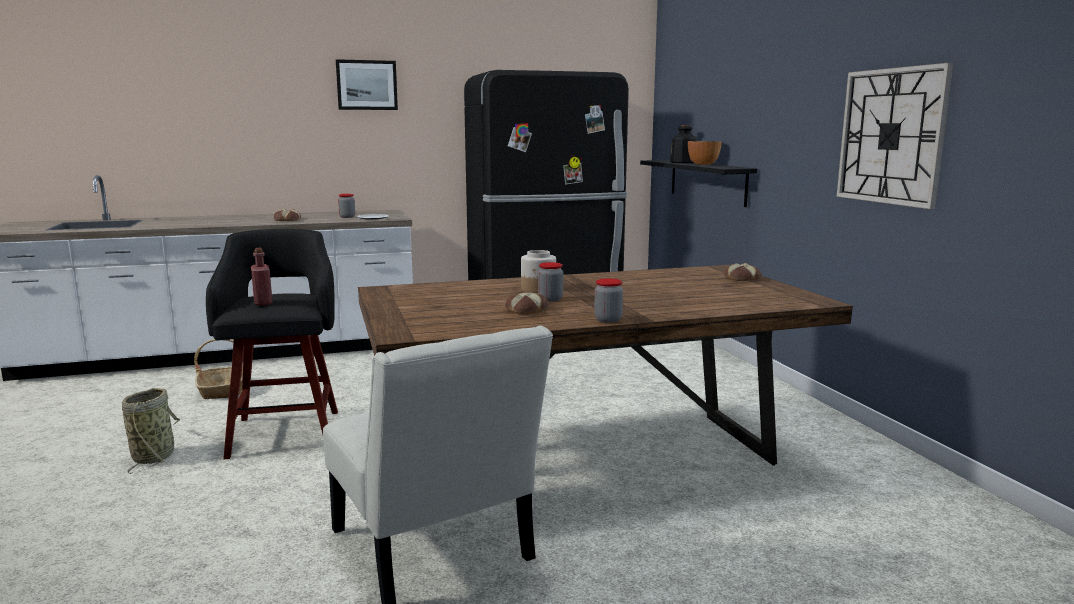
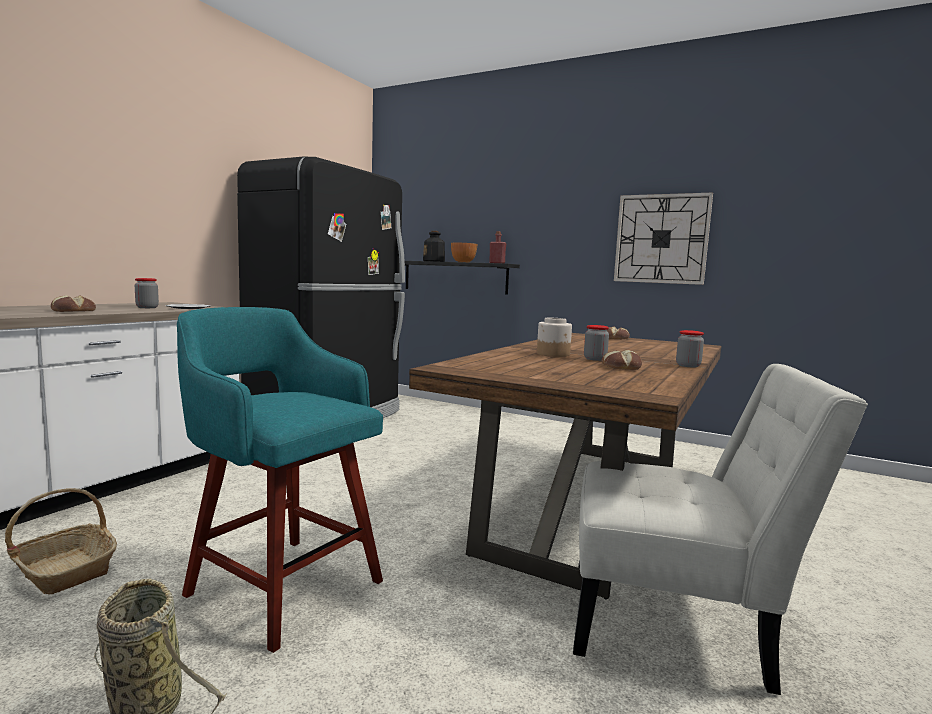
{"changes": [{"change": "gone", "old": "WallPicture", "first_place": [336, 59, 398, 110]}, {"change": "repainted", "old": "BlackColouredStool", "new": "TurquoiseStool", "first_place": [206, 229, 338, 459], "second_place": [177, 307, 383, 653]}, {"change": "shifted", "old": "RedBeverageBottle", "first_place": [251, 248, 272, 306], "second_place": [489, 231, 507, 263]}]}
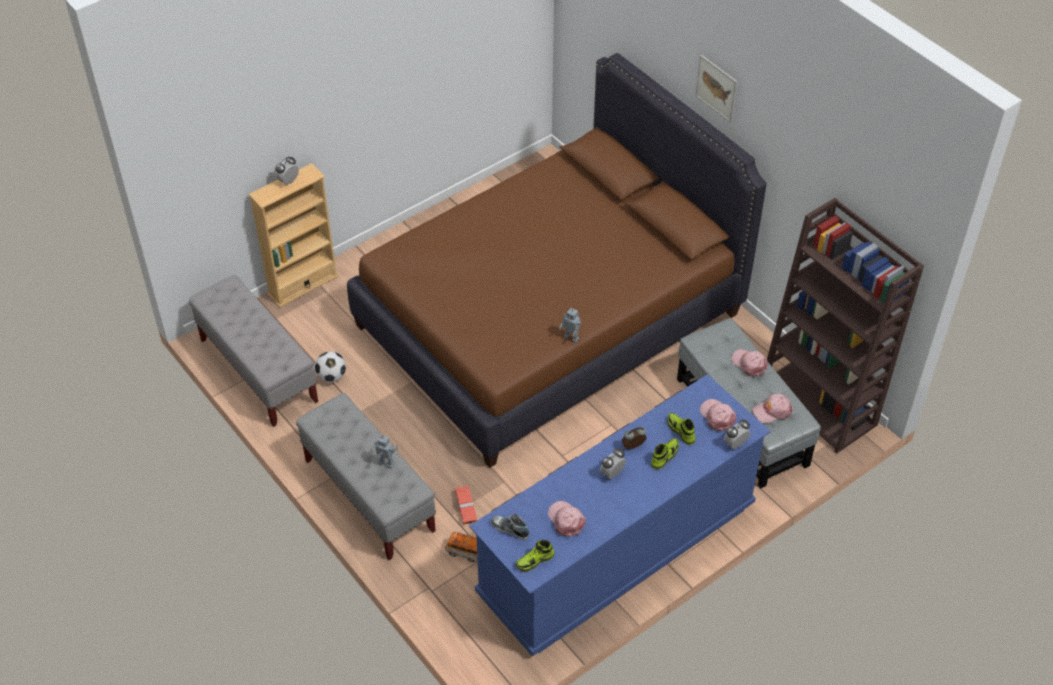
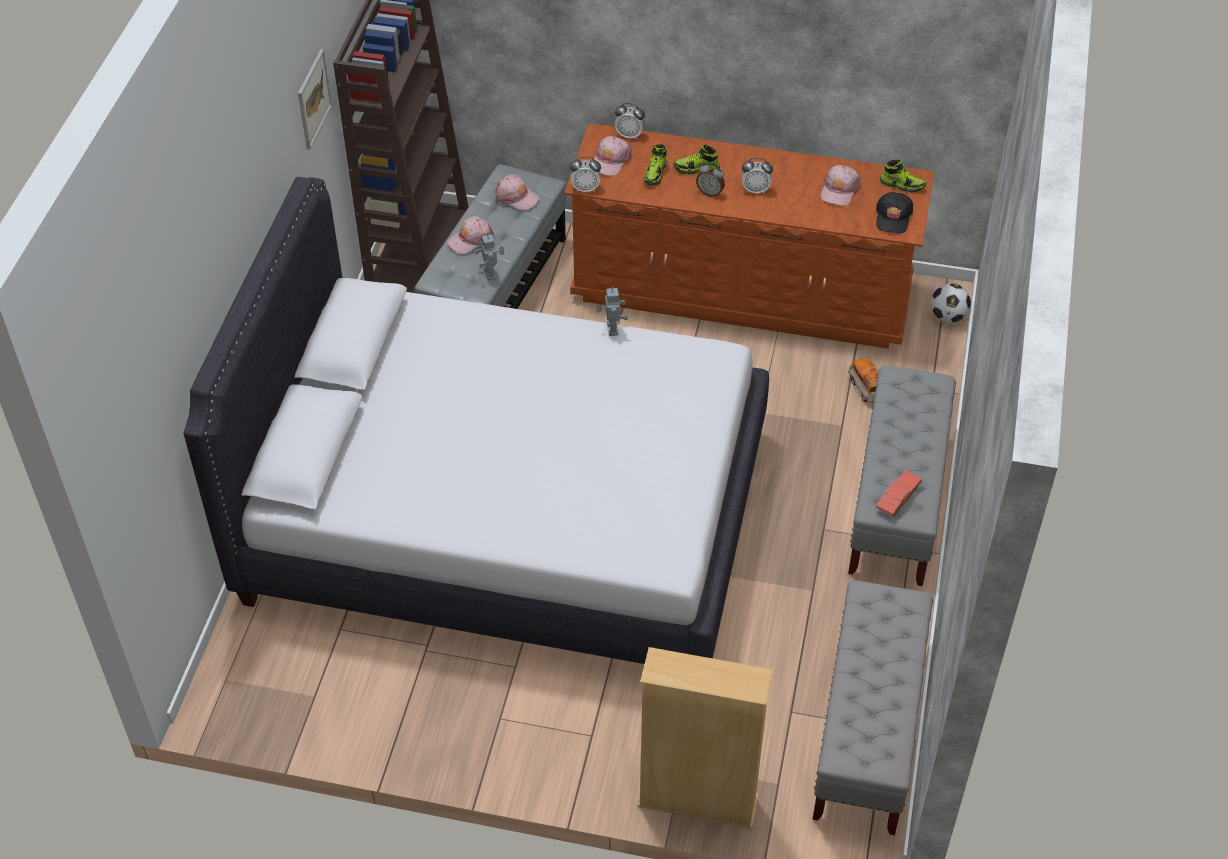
{"changes": [{"change": "repainted", "old": "BrownishBedroomBed", "new": "WhiteBedroomBed", "first_place": [347, 53, 767, 468], "second_place": [184, 177, 769, 664]}, {"change": "shifted", "old": "WallPicture", "first_place": [696, 55, 737, 123], "second_place": [298, 49, 332, 150]}, {"change": "shifted", "old": "AlarmClock", "first_place": [275, 157, 299, 185], "second_place": [570, 157, 601, 192]}, {"change": "rotated", "old": "PinkBaseballCap", "first_place": [731, 349, 768, 377], "second_place": [447, 216, 494, 254], "degrees": 45}, {"change": "shifted", "old": "FootballBall", "first_place": [315, 351, 346, 382], "second_place": [930, 283, 971, 323]}, {"change": "repainted", "old": "BlueColouredDrawerChest", "new": "BrownishDrawerChest", "first_place": [469, 374, 771, 656], "second_place": [564, 123, 934, 349]}, {"change": "shifted", "old": "RobotFigure", "first_place": [374, 435, 398, 468], "second_place": [474, 233, 504, 281]}, {"change": "shifted", "old": "RedModelCar", "first_place": [455, 486, 477, 524], "second_place": [876, 470, 922, 516]}, {"change": "swapped", "old": "Shoe", "new": "BlackColouredBaseballCap", "first_place": [491, 514, 529, 540], "second_place": [876, 192, 913, 234]}]}
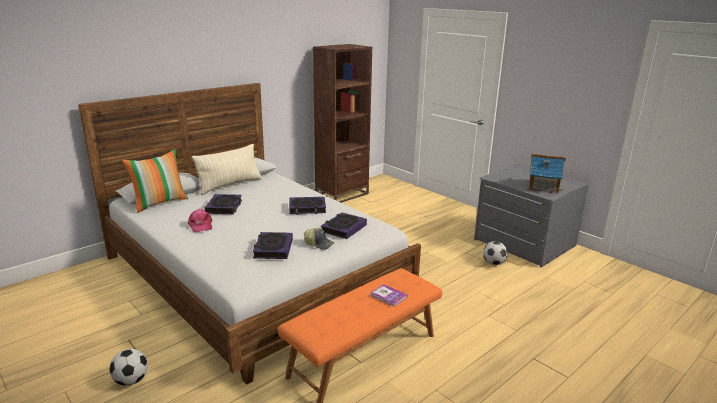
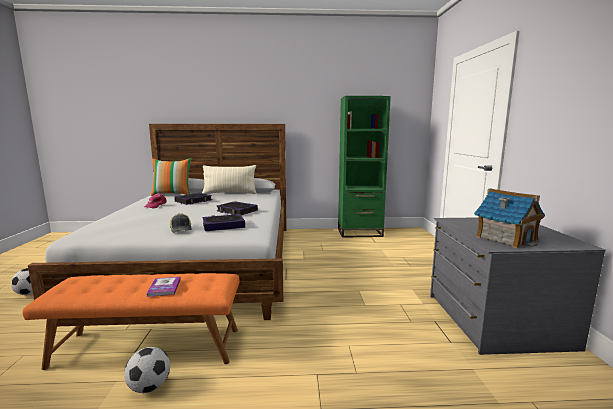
{"changes": [{"change": "repainted", "old": "BrownishBookshelf", "new": "GreenBookshelf", "first_place": [313, 44, 372, 203], "second_place": [338, 96, 391, 238]}, {"change": "gone", "old": "BoundBook", "first_place": [253, 232, 293, 259]}, {"change": "shifted", "old": "FootballBall", "first_place": [483, 241, 508, 265], "second_place": [124, 347, 170, 393]}]}
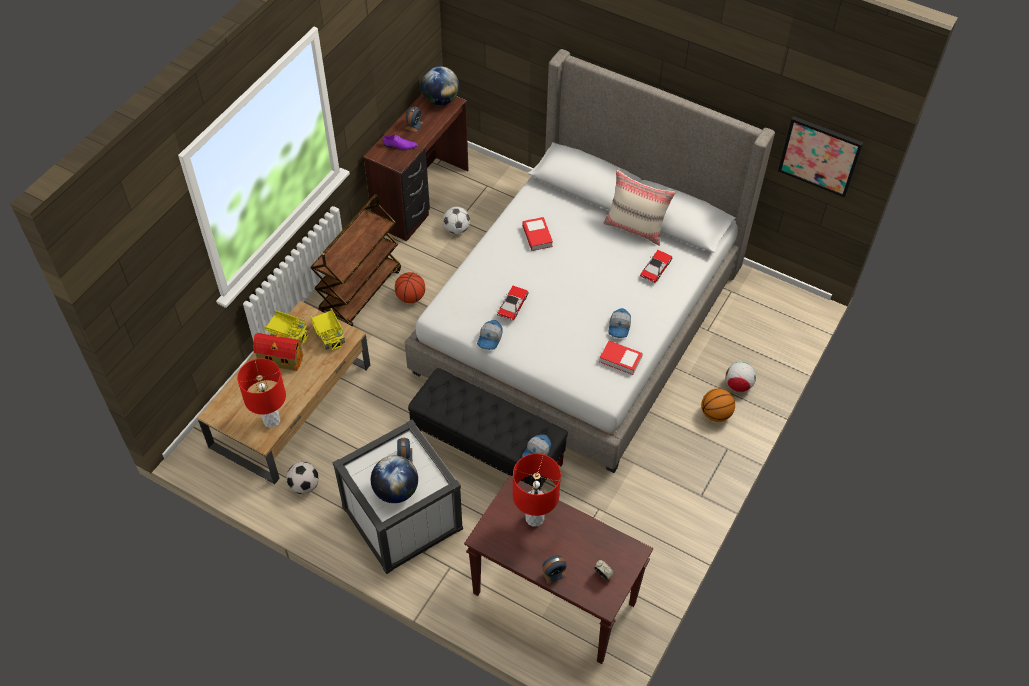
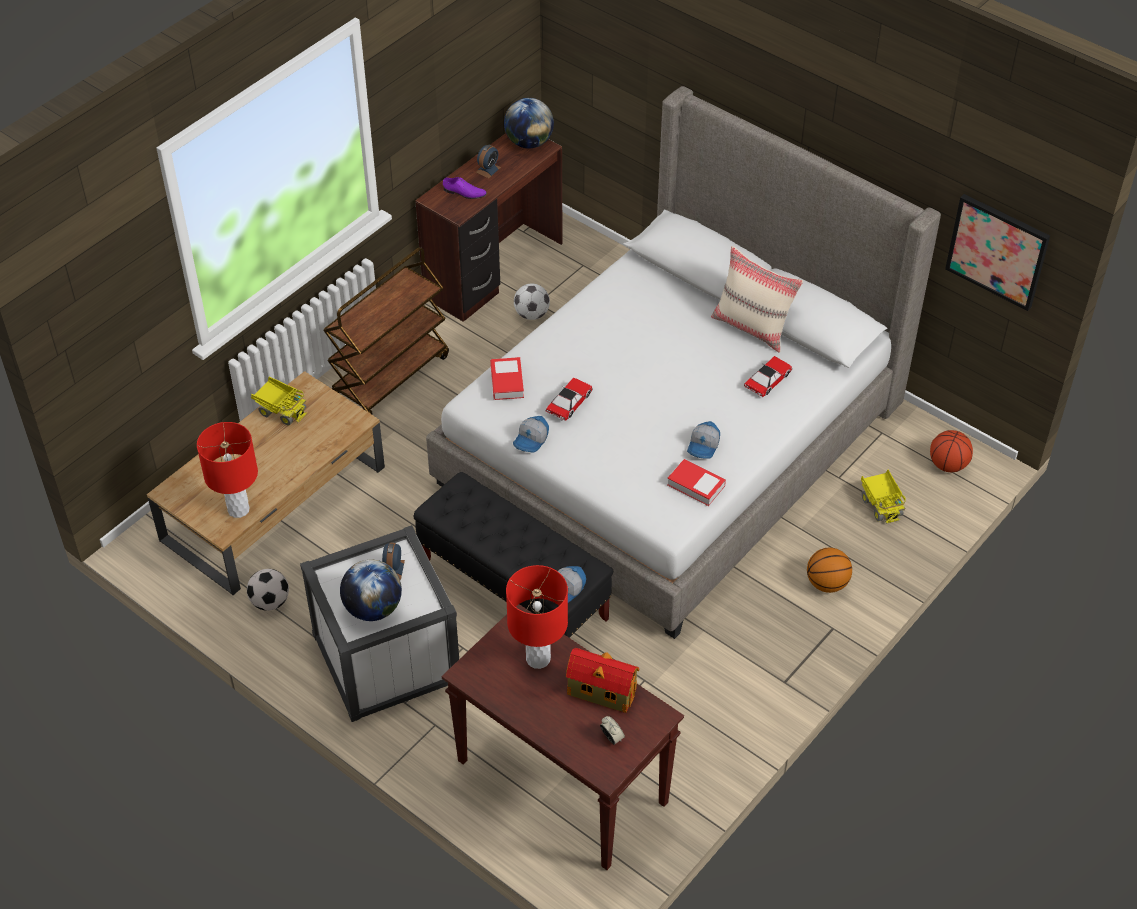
{"changes": [{"change": "shifted", "old": "BoundBook", "first_place": [522, 217, 553, 251], "second_place": [490, 357, 524, 400]}, {"change": "shifted", "old": "Basketball", "first_place": [395, 272, 425, 303], "second_place": [930, 430, 973, 472]}, {"change": "shifted", "old": "ToyLorry", "first_place": [311, 308, 345, 351], "second_place": [861, 470, 906, 523]}, {"change": "shifted", "old": "ModelHouse", "first_place": [253, 333, 303, 371], "second_place": [566, 648, 639, 713]}, {"change": "gone", "old": "FootballBall", "first_place": [726, 362, 756, 392]}, {"change": "gone", "old": "AlarmClock", "first_place": [541, 555, 567, 584]}]}
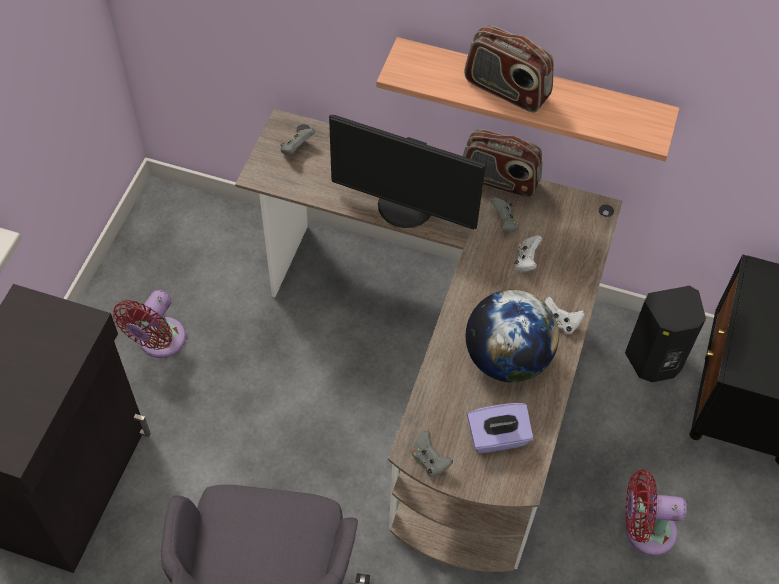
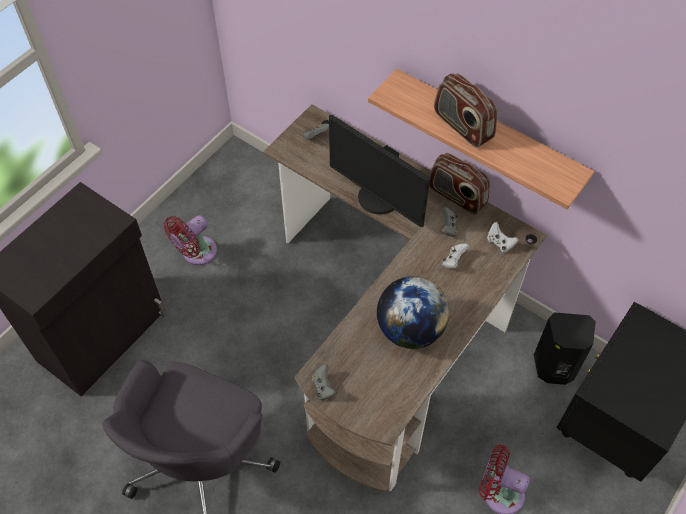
{"changes": [{"change": "shifted", "old": "WhiteGameController", "first_place": [545, 296, 585, 334], "second_place": [487, 222, 519, 253]}, {"change": "gone", "old": "PurpleTissueHolder", "first_place": [467, 403, 533, 453]}]}
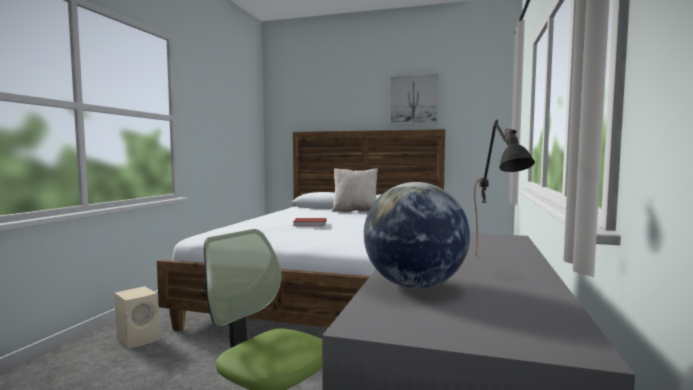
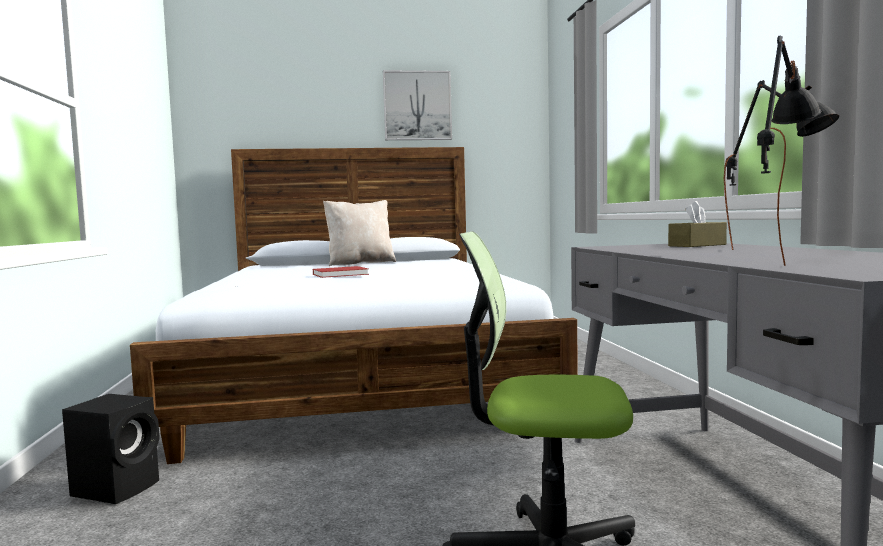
{"changes": [{"change": "swapped", "old": "DeskGlobe", "new": "BlackColouredLampForATable", "first_place": [364, 182, 470, 289], "second_place": [757, 35, 821, 266]}, {"change": "repainted", "old": "SandColouredSpeaker", "new": "BlackColouredSpeaker", "first_place": [114, 286, 159, 349], "second_place": [62, 394, 160, 504]}, {"change": "new", "new": "BrownishTissueHolder", "second_place": [668, 201, 727, 247]}]}
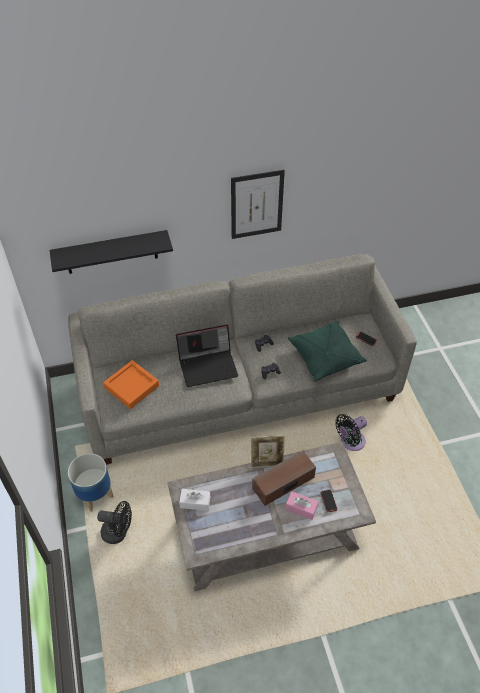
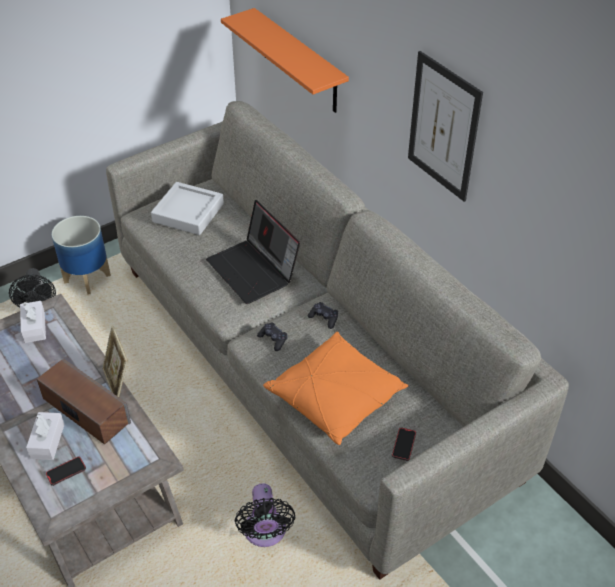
{"changes": [{"change": "repainted", "old": "BlackColouredBracketShelf", "new": "OrangeyBracketShelf", "first_place": [50, 230, 173, 274], "second_place": [221, 8, 349, 113]}, {"change": "repainted", "old": "GreenCushion", "new": "OrangeyCushion", "first_place": [288, 321, 367, 382], "second_place": [263, 331, 409, 445]}, {"change": "repainted", "old": "OrangeyTray", "new": "GreyTray", "first_place": [103, 360, 159, 409], "second_place": [151, 182, 224, 235]}, {"change": "rotated", "old": "BlackColouredCoolingFan", "first_place": [335, 414, 367, 451], "second_place": [235, 483, 296, 547], "degrees": -135}, {"change": "repainted", "old": "PinkTissueHolder", "new": "WhiteTissueHolder", "first_place": [286, 491, 318, 520], "second_place": [26, 412, 64, 460]}]}
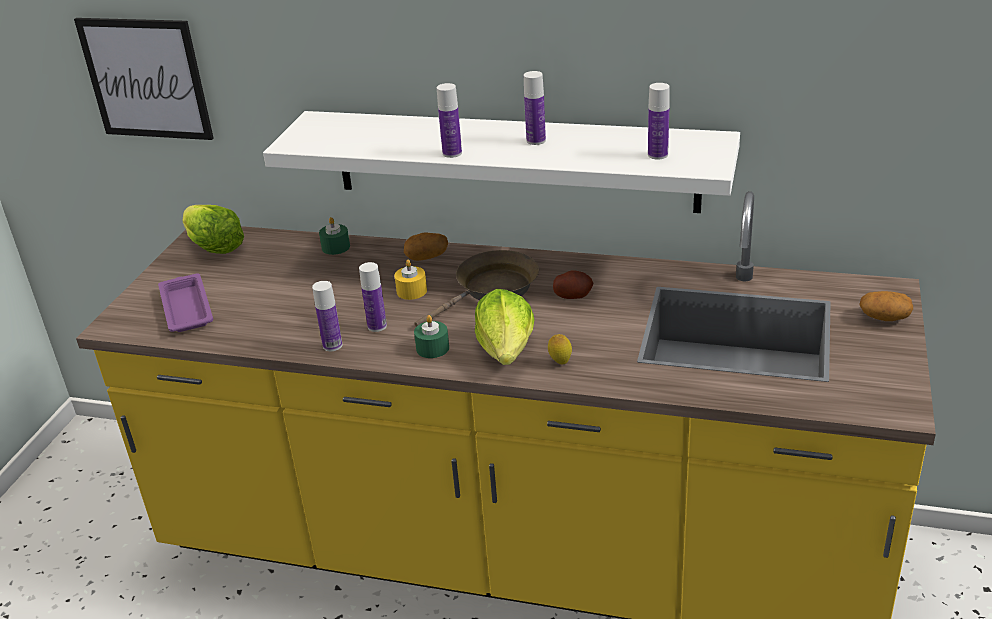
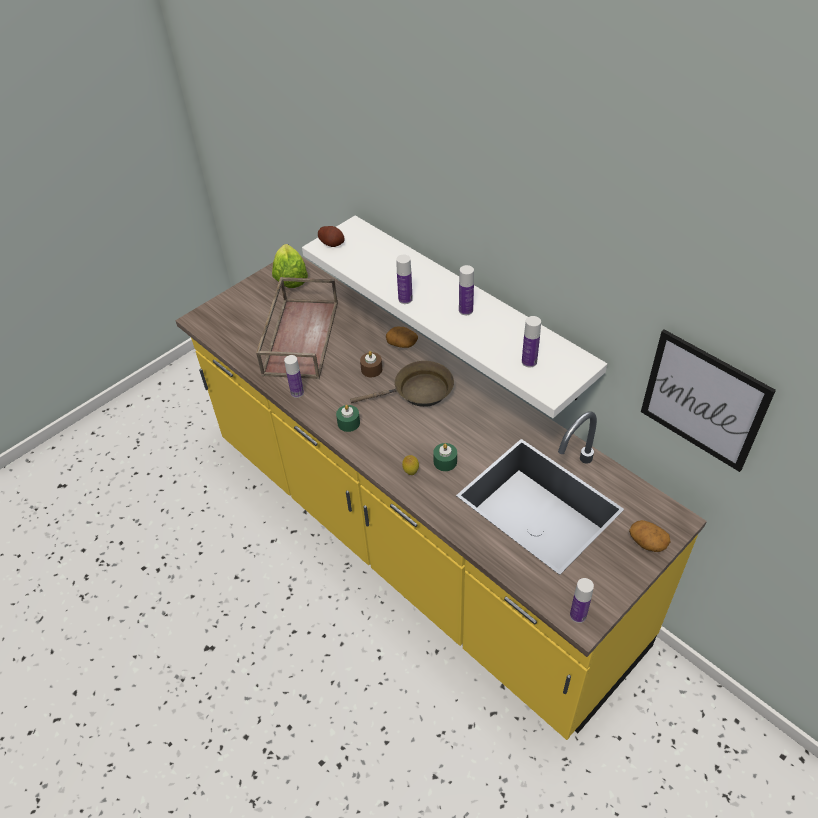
{"changes": [{"change": "shifted", "old": "WallPicture", "first_place": [74, 18, 213, 140], "second_place": [641, 329, 776, 472]}, {"change": "shifted", "old": "GreenCandle", "first_place": [319, 217, 350, 255], "second_place": [433, 443, 457, 471]}, {"change": "repainted", "old": "YellowCandle", "new": "BrownishCandle", "first_place": [394, 260, 427, 300], "second_place": [360, 351, 382, 377]}, {"change": "shifted", "old": "BeverageBottle", "first_place": [359, 262, 387, 332], "second_place": [570, 578, 594, 623]}, {"change": "shifted", "old": "Potato", "first_place": [553, 270, 594, 299], "second_place": [318, 226, 345, 247]}, {"change": "gone", "old": "PurpleTray", "first_place": [158, 274, 213, 332]}, {"change": "gone", "old": "Lettuce", "first_place": [475, 289, 534, 365]}, {"change": "new", "new": "BrownishTray", "second_place": [256, 277, 338, 379]}]}
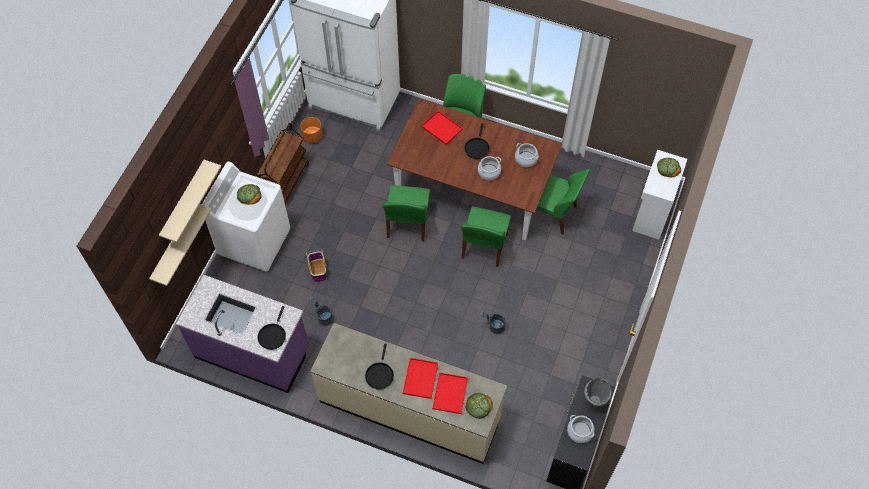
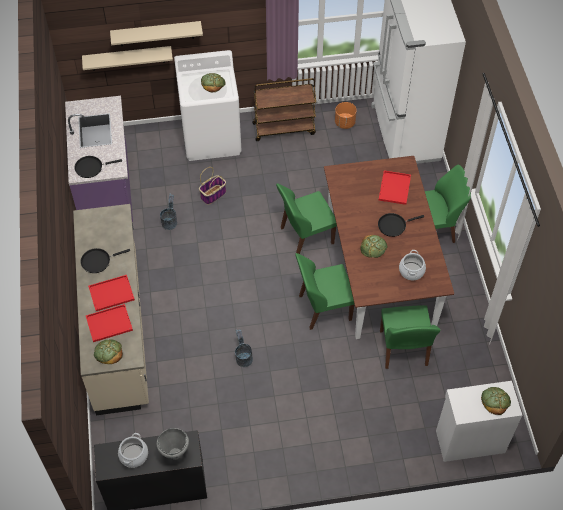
{"changes": [{"change": "swapped", "old": "Saucepot", "new": "BakedBread", "first_place": [478, 156, 501, 180], "second_place": [360, 235, 387, 258]}]}
